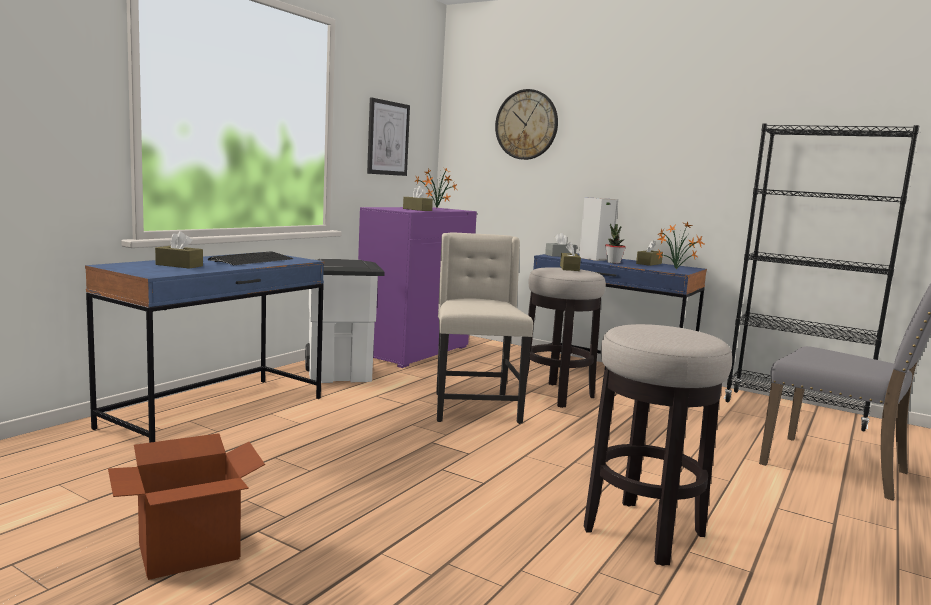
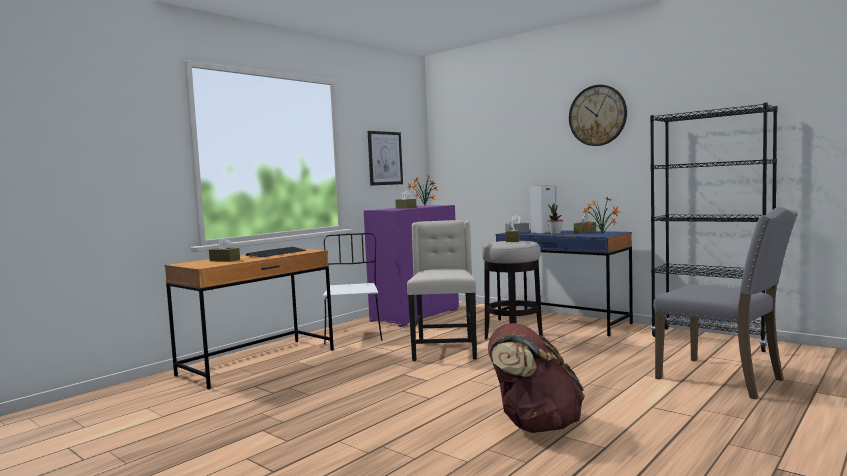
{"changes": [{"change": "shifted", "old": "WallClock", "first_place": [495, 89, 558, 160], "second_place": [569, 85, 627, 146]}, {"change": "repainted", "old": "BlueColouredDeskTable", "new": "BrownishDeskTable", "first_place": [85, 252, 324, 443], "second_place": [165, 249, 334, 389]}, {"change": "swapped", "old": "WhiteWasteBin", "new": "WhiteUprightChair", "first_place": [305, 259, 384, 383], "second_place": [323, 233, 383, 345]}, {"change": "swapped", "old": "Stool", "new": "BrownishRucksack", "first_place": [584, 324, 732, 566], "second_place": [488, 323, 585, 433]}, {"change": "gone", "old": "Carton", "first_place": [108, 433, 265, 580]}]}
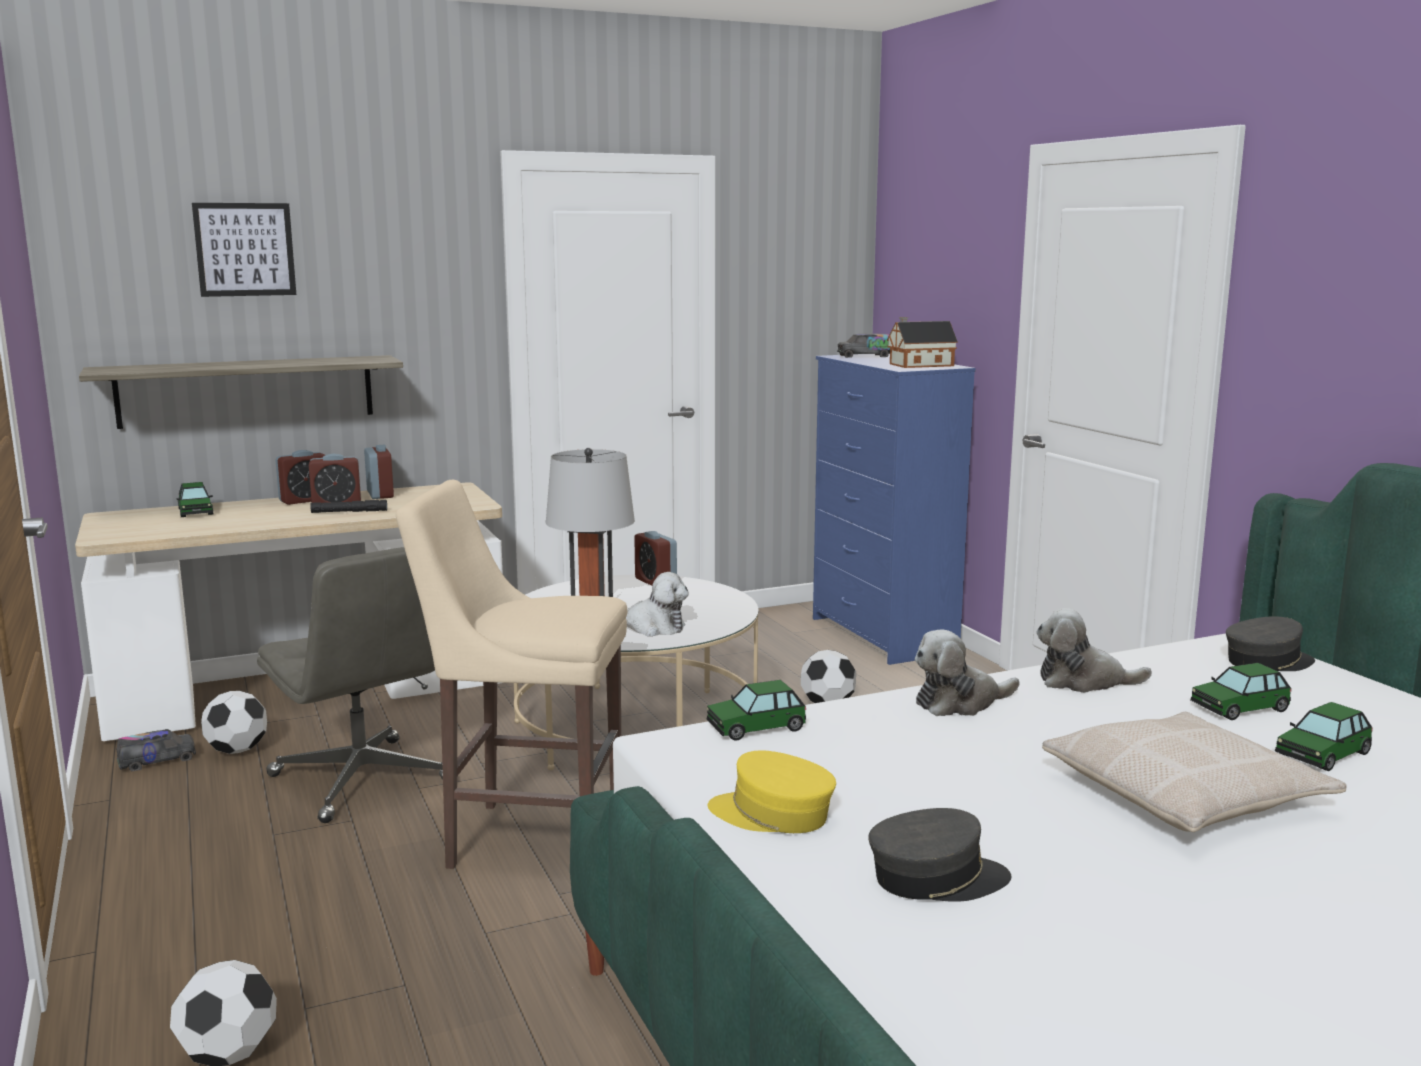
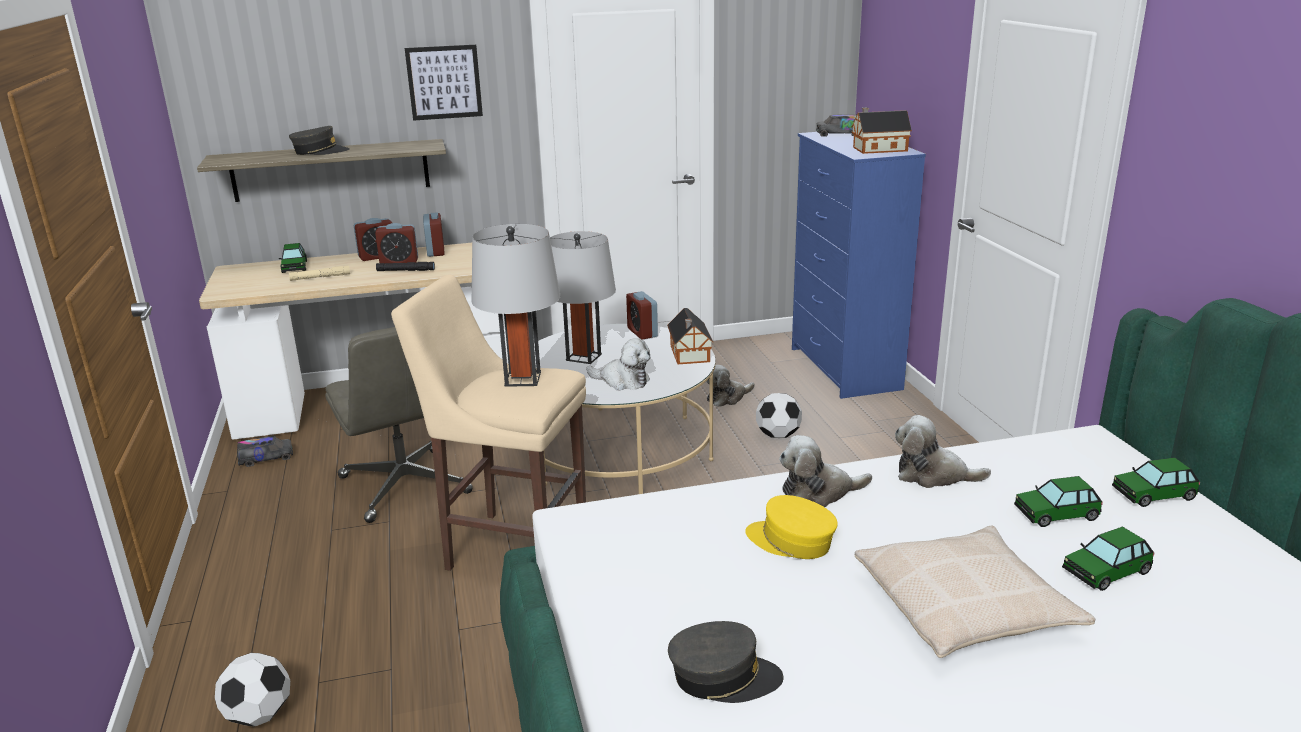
{"changes": [{"change": "shifted", "old": "WallPicture", "first_place": [192, 203, 296, 297], "second_place": [405, 45, 483, 121]}, {"change": "shifted", "old": "GreyBaseballCap", "first_place": [1226, 616, 1315, 671], "second_place": [289, 126, 350, 155]}, {"change": "shifted", "old": "ModelCar", "first_place": [707, 680, 806, 741], "second_place": [1112, 457, 1200, 507]}, {"change": "gone", "old": "FootballBall", "first_place": [201, 691, 267, 754]}, {"change": "shifted", "old": "YellowBaseballCap", "first_place": [708, 750, 836, 833], "second_place": [745, 495, 838, 559]}, {"change": "new", "new": "GreyLampForATable", "second_place": [471, 224, 560, 387]}, {"change": "new", "new": "SandColouredFlashlight", "second_place": [289, 266, 350, 281]}, {"change": "new", "new": "ModelHouse", "second_place": [667, 308, 713, 364]}, {"change": "new", "new": "SoftToy", "second_place": [706, 365, 755, 407]}]}
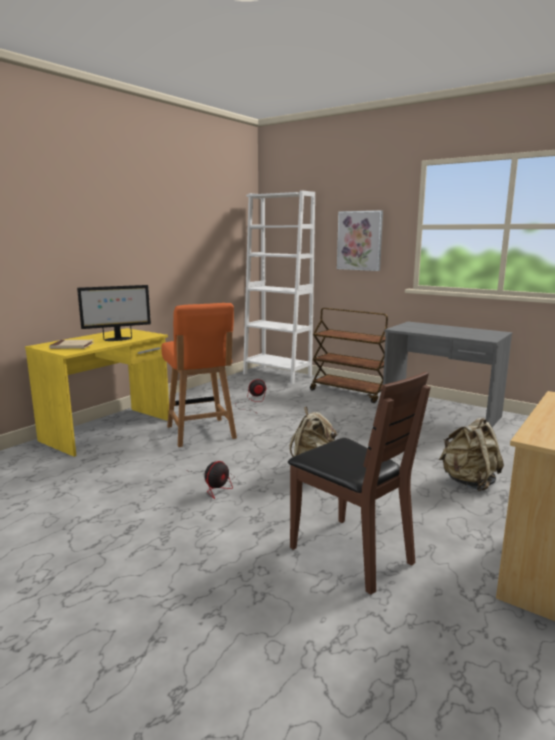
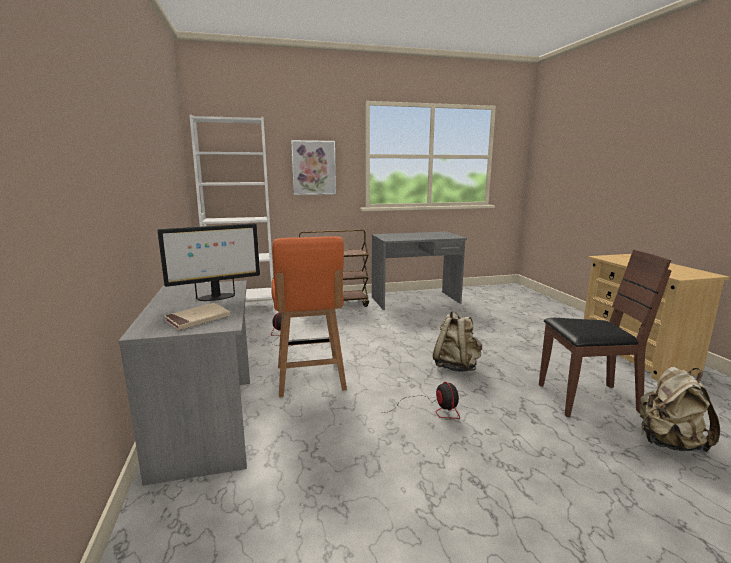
{"changes": [{"change": "rotated", "old": "ComputerDisplay", "first_place": [77, 285, 151, 341], "second_place": [157, 223, 260, 301], "degrees": 45}, {"change": "rotated", "old": "OrangeyUprightChair", "first_place": [161, 303, 237, 447], "second_place": [271, 236, 347, 397], "degrees": 60}, {"change": "repainted", "old": "YellowDeskTable", "new": "GreyDeskTable", "first_place": [25, 328, 169, 457], "second_place": [118, 280, 250, 485]}, {"change": "shifted", "old": "SandColouredRucksack", "first_place": [439, 418, 504, 491], "second_place": [640, 367, 720, 452]}]}
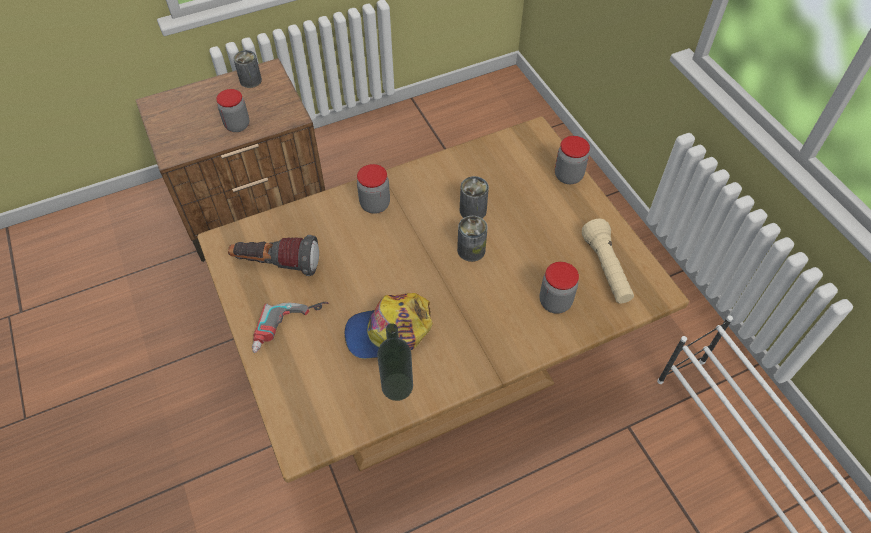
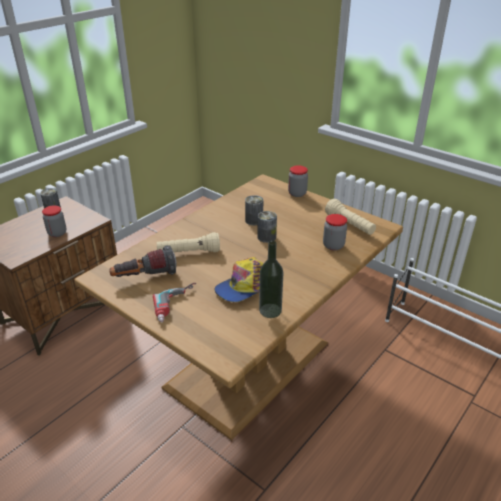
{"changes": [{"change": "gone", "old": "Jar", "first_place": [357, 164, 390, 214]}, {"change": "new", "new": "SandColouredFlashlight", "second_place": [157, 232, 220, 252]}]}
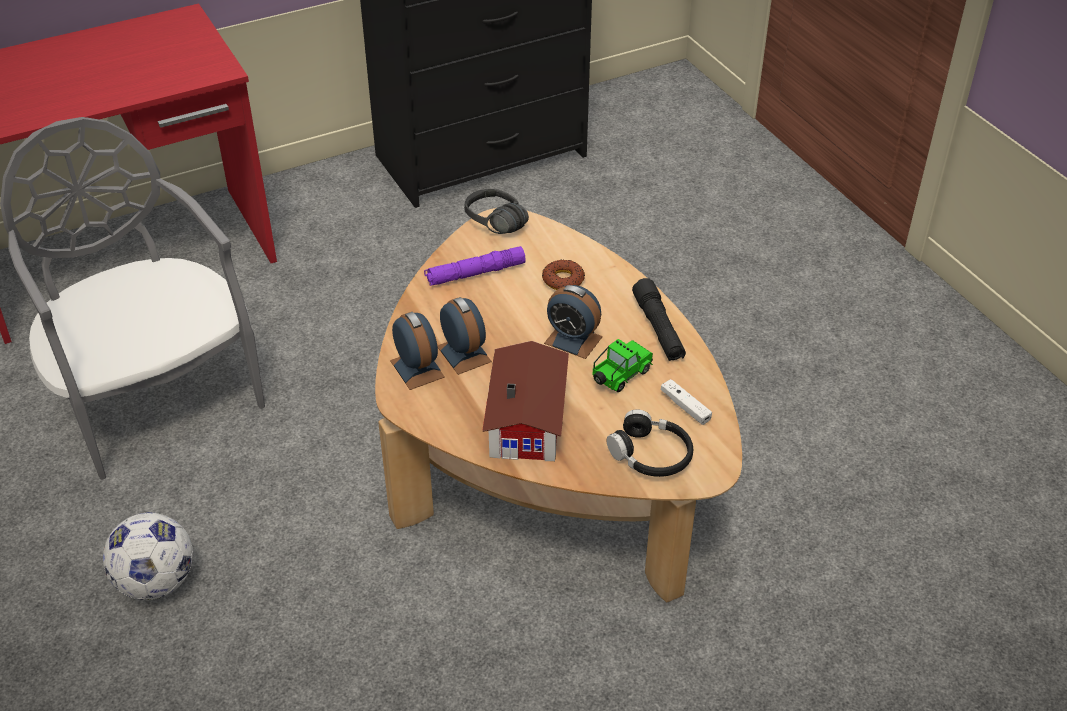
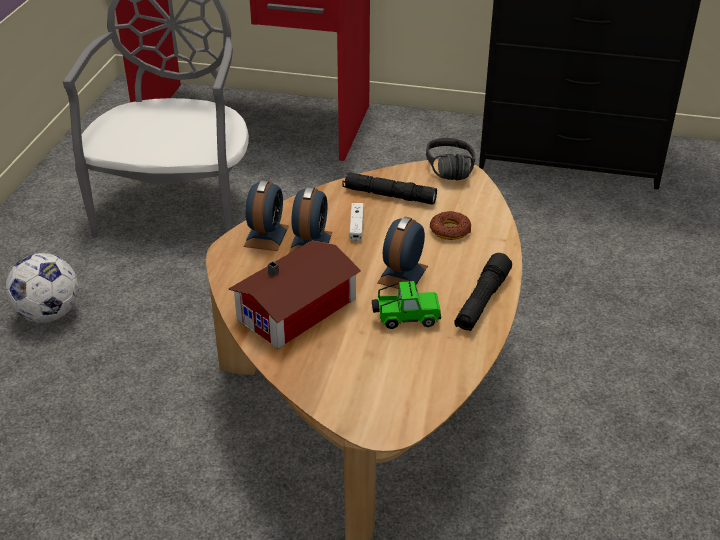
{"changes": [{"change": "repainted", "old": "PurpleFlashlight", "new": "BlackColouredFlashlight", "first_place": [424, 246, 526, 286], "second_place": [342, 172, 437, 205]}, {"change": "rotated", "old": "AlarmClock", "first_place": [544, 285, 603, 359], "second_place": [377, 217, 428, 289], "degrees": 45}, {"change": "shifted", "old": "WhiteGameController", "first_place": [661, 379, 712, 425], "second_place": [350, 203, 364, 241]}, {"change": "gone", "old": "BlackColouredPairOfHeadphones", "first_place": [607, 409, 693, 477]}]}
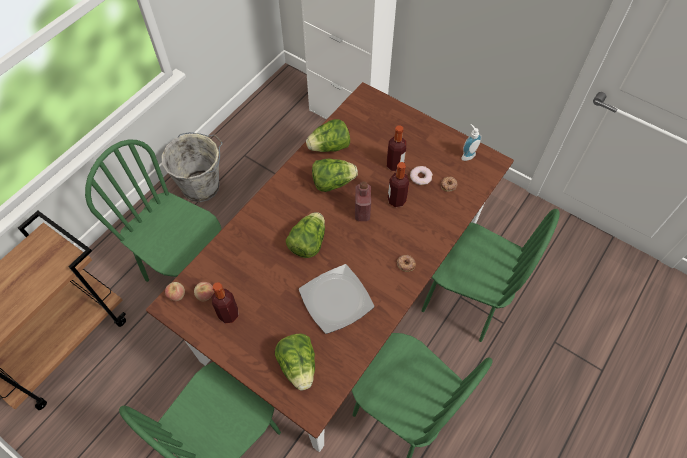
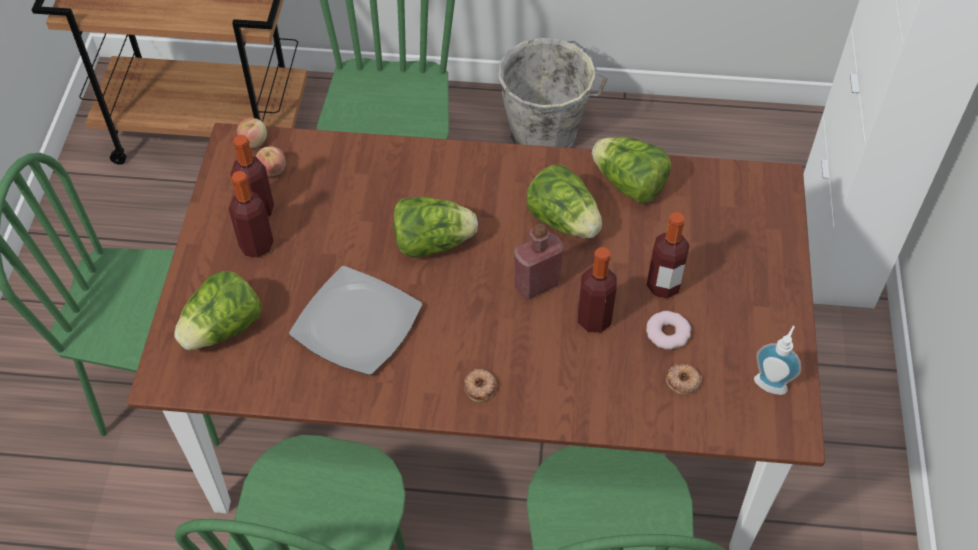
{"changes": [{"change": "new", "new": "BeverageBottle", "second_place": [229, 171, 274, 258]}]}
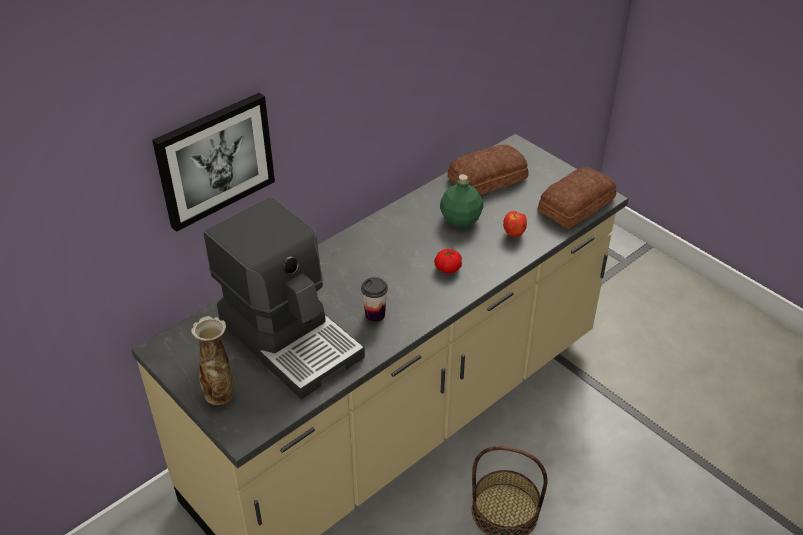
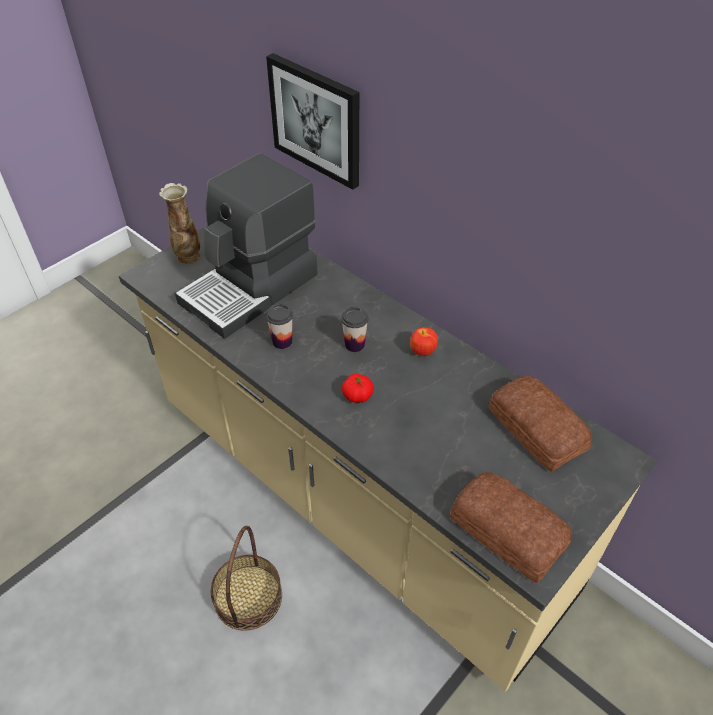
{"changes": [{"change": "gone", "old": "GreenBeverageBottle", "first_place": [440, 174, 484, 227]}, {"change": "shifted", "old": "WholeApple", "first_place": [503, 211, 527, 237], "second_place": [410, 327, 438, 356]}, {"change": "new", "new": "DrinkingCup", "second_place": [341, 307, 369, 352]}]}
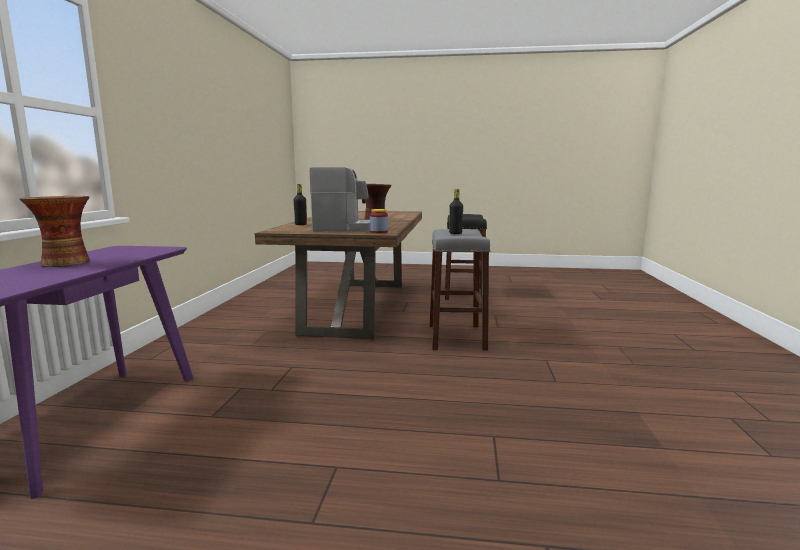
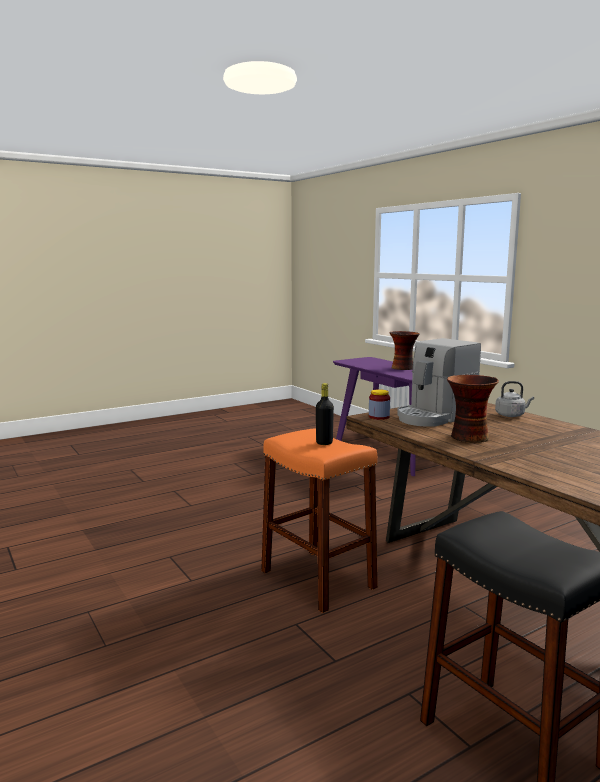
{"changes": [{"change": "swapped", "old": "BlackColouredBeverageBottle", "new": "GreyKettle", "first_place": [294, 184, 307, 225], "second_place": [495, 381, 534, 417]}, {"change": "repainted", "old": "GreyStool", "new": "OrangeyStool", "first_place": [430, 229, 491, 351], "second_place": [261, 429, 378, 613]}]}
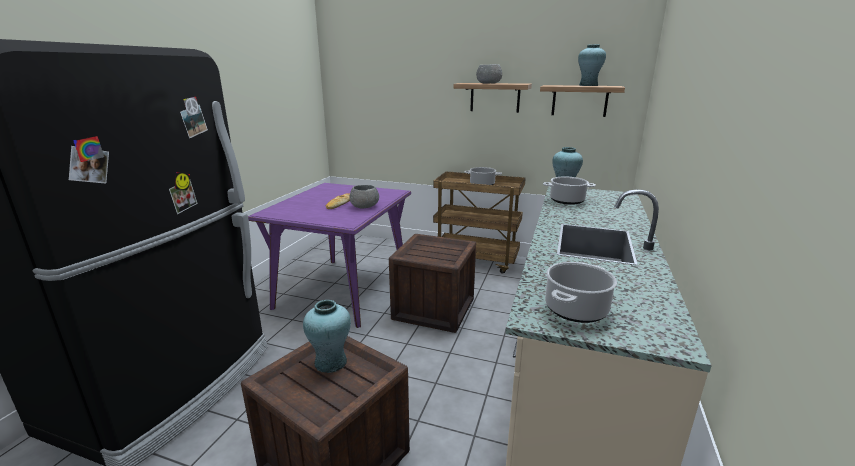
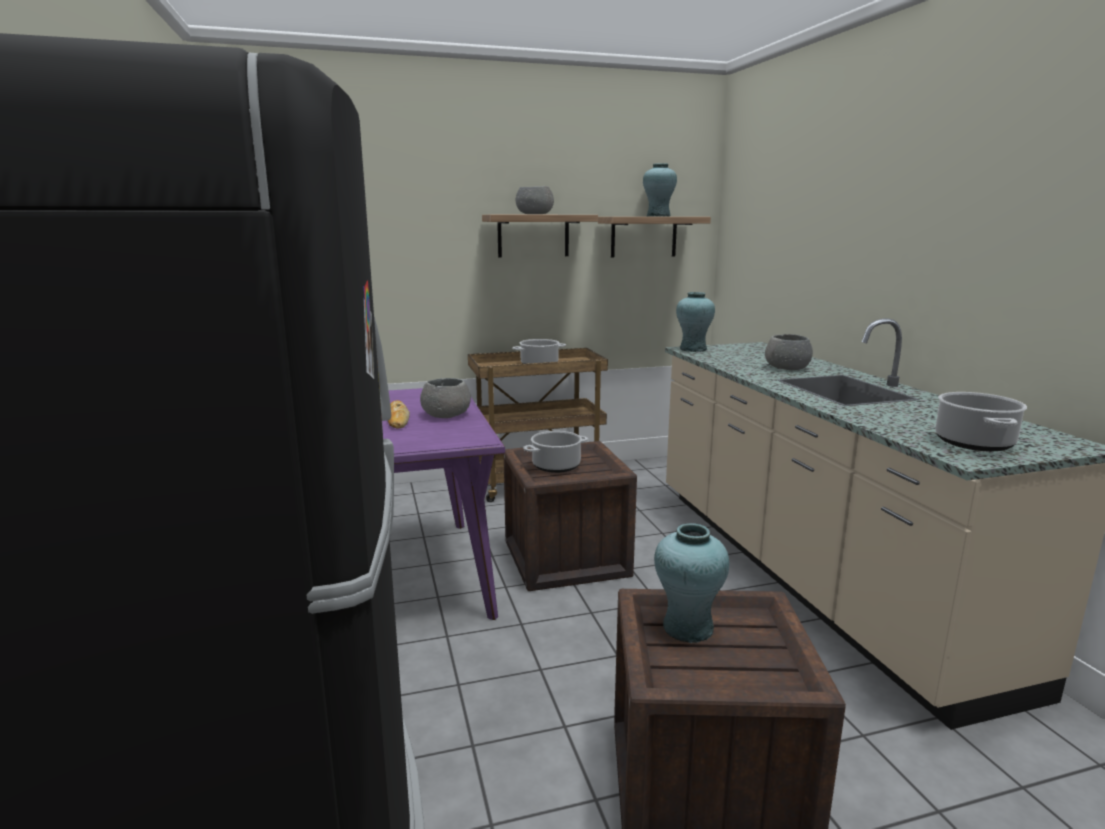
{"changes": [{"change": "shifted", "old": "Saucepot", "first_place": [543, 177, 596, 205], "second_place": [523, 431, 588, 473]}, {"change": "new", "new": "GreyBowl", "second_place": [765, 334, 813, 370]}]}
